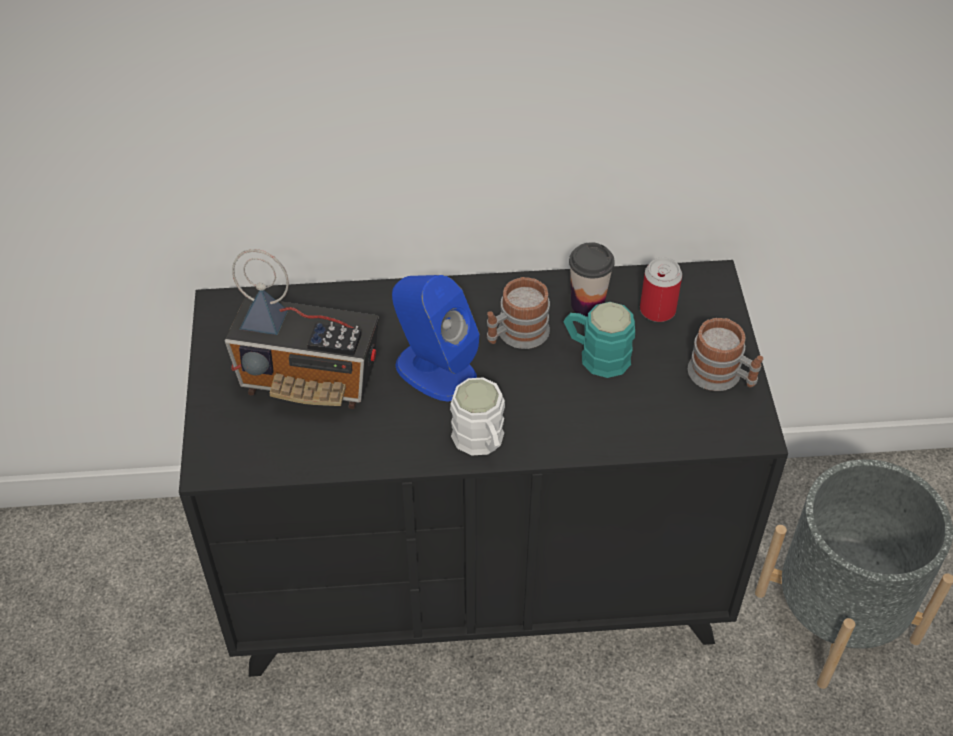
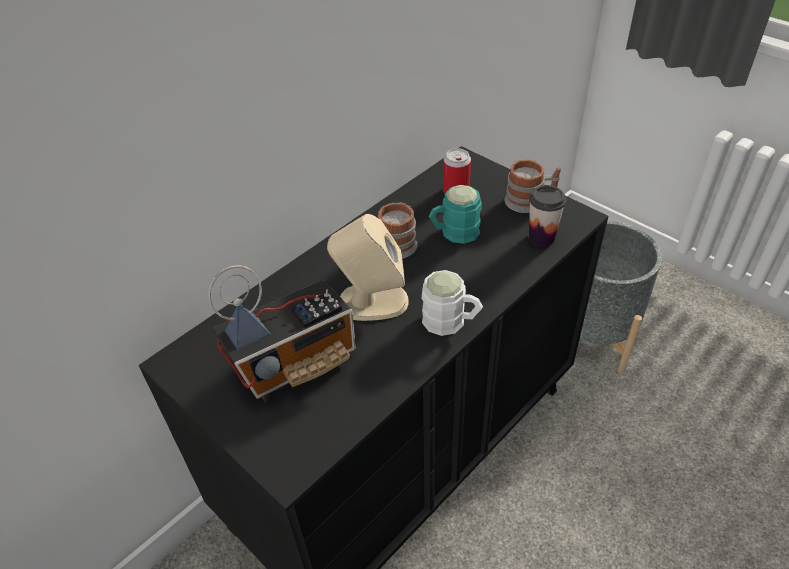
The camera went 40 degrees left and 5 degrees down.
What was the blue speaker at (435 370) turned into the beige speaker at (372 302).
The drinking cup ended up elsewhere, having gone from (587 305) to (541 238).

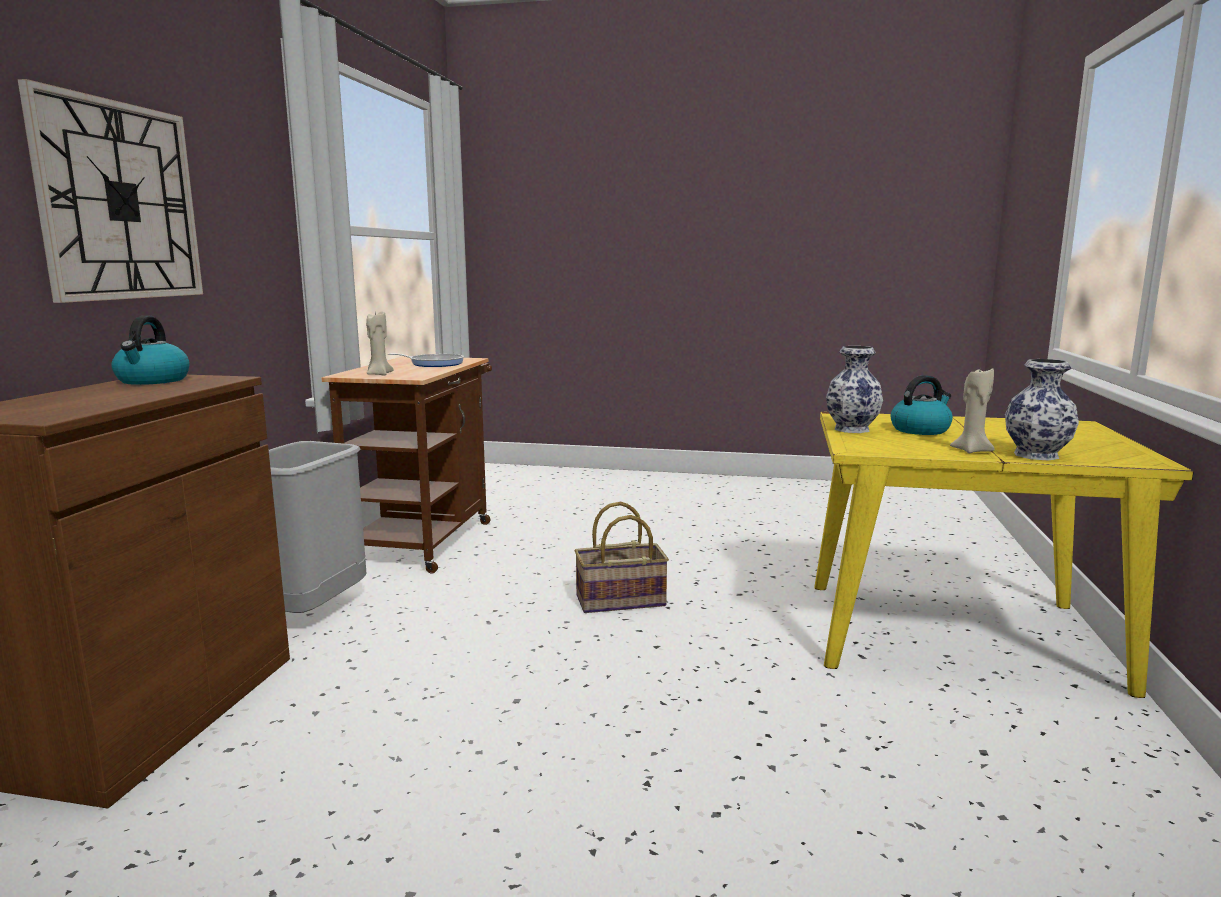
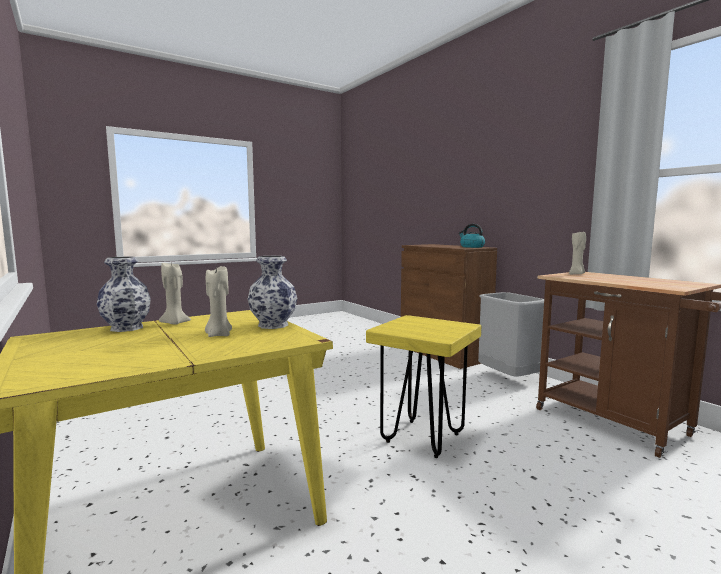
The camera went 135 degrees right and 5 degrees down.
Where the water kettle stood at (920 430), the beige wax light came to stand at (218 335).
Where the storage basket stood at (620 601), the yellowish stool came to stand at (422 438).
The second view lost the wall clock at (119 201).
The second view lost the pan at (434 364).

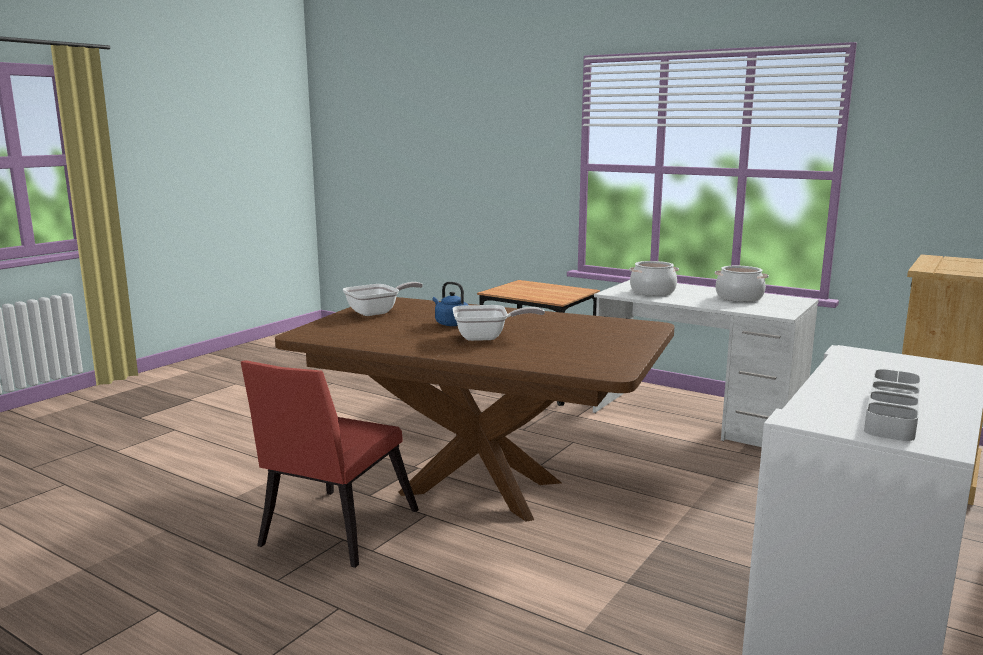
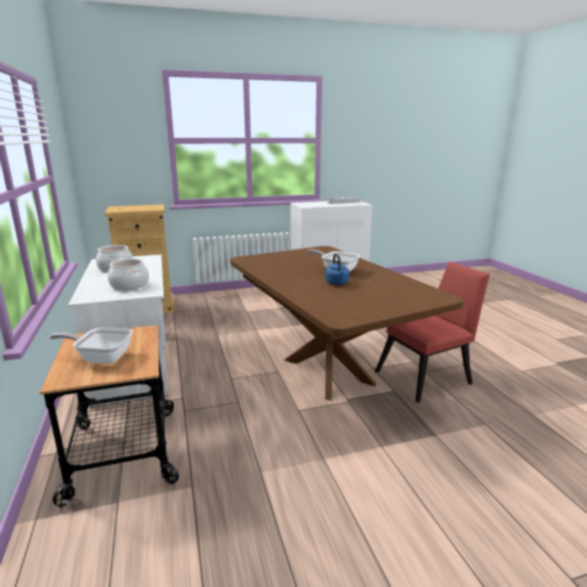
The camera went 140 degrees left and 5 degrees up.
The pan ended up elsewhere, having gone from (377 312) to (101 358).

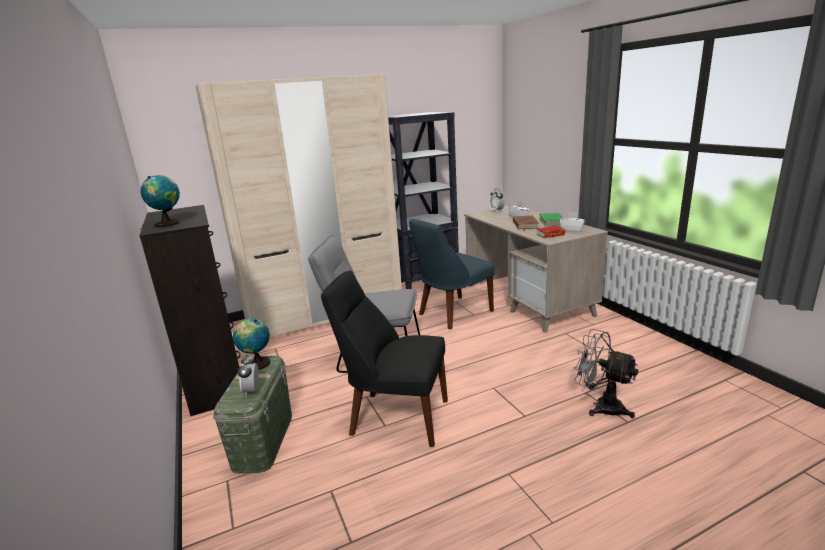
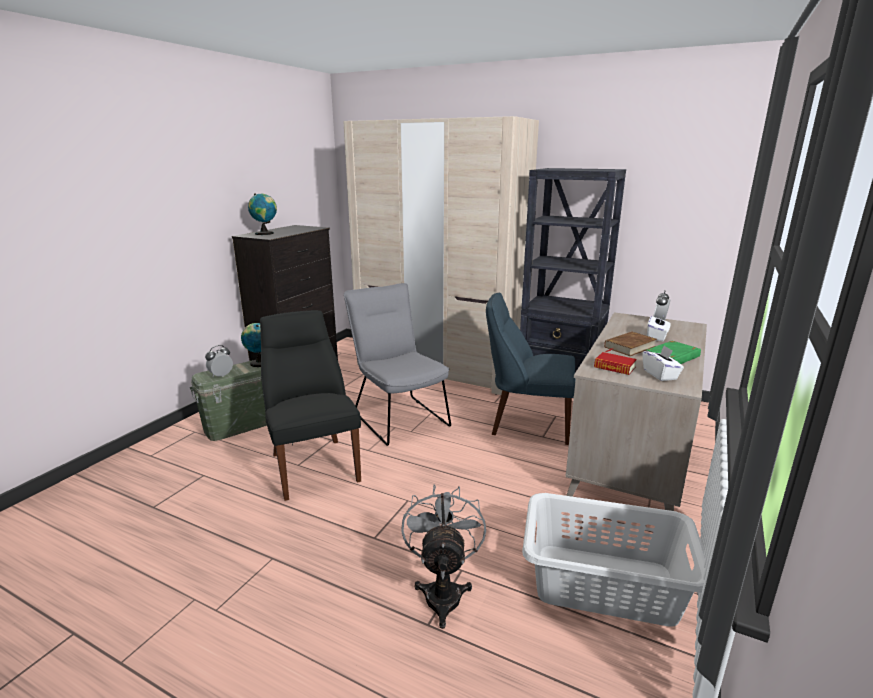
The camera went 50 degrees right and 0 degrees up.
The second view gained the gray laundry basket at (605 584).

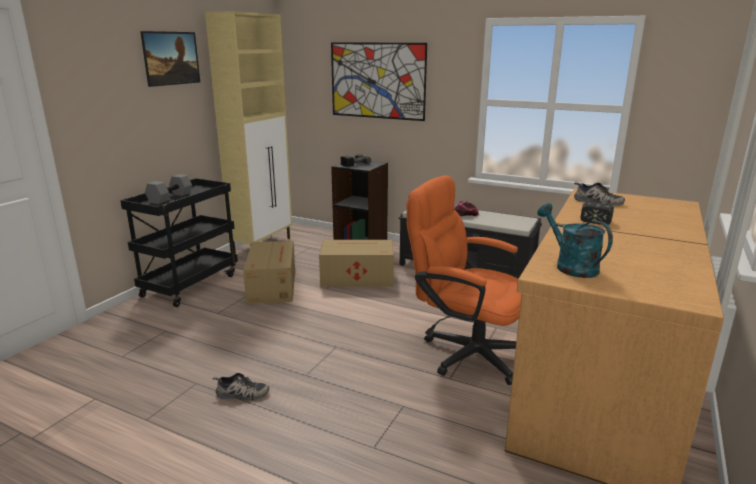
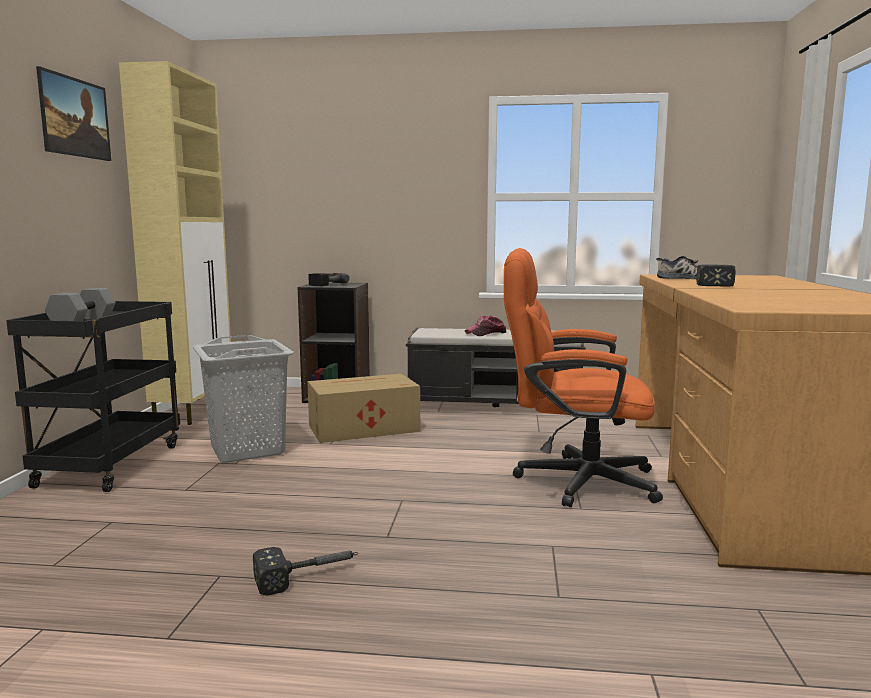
The camera went 20 degrees left and 10 degrees down.
Where the packing box stood at (273 285), the gray laundry basket came to stand at (248 449).
Where the shoe stood at (241 394), the hand hammer came to stand at (309 575).
The second view lost the picture at (377 81).
The second view lost the turquoise-coloured watering can at (570 266).

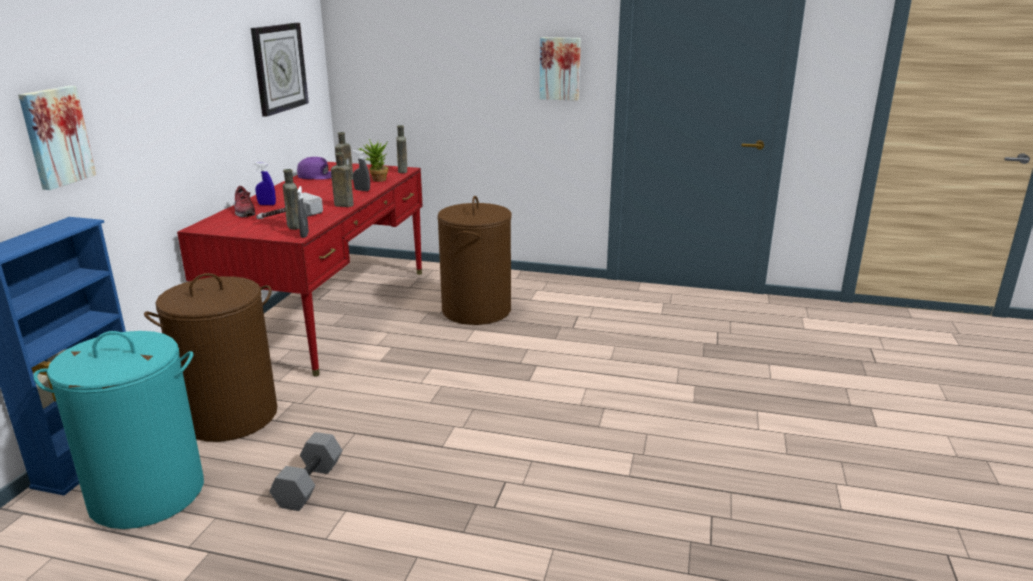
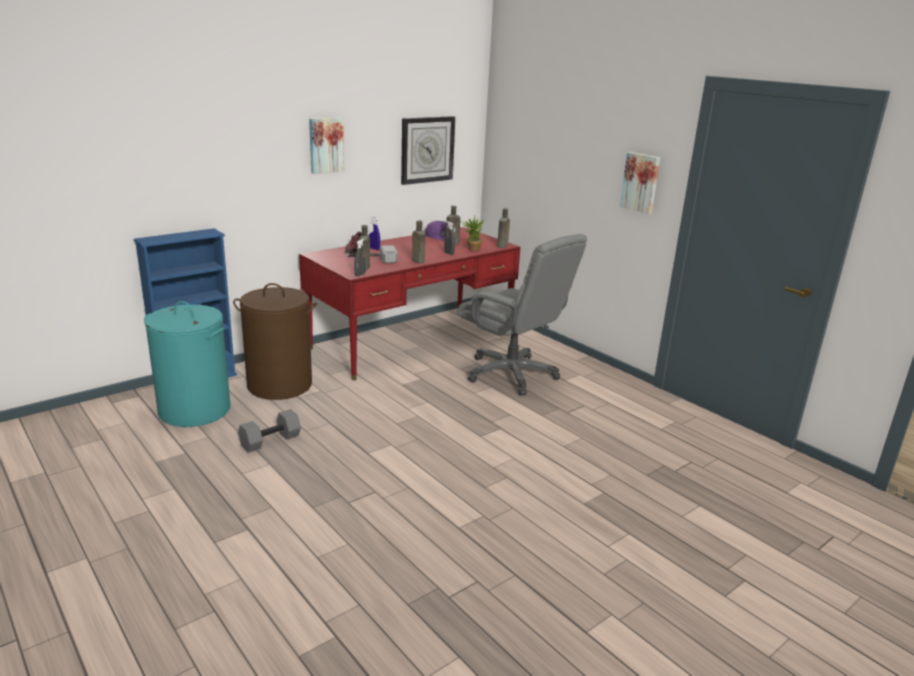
The camera went 35 degrees right and 0 degrees up.
The picture ended up elsewhere, having gone from (55 137) to (325 145).
Where the brownish laundry basket stood at (477 310), the gray office chair came to stand at (512 374).

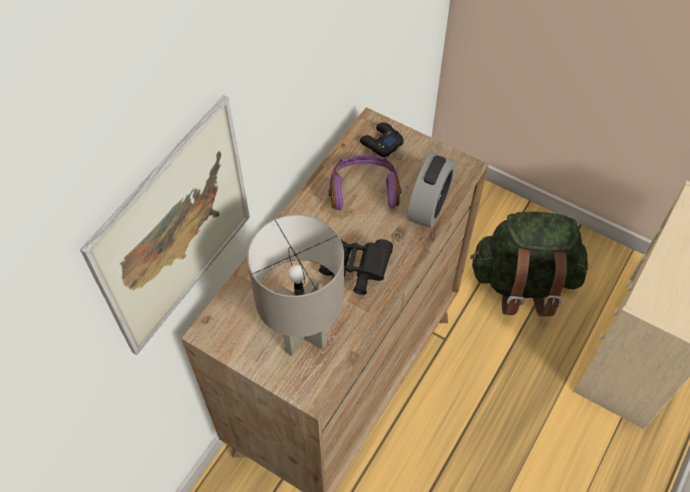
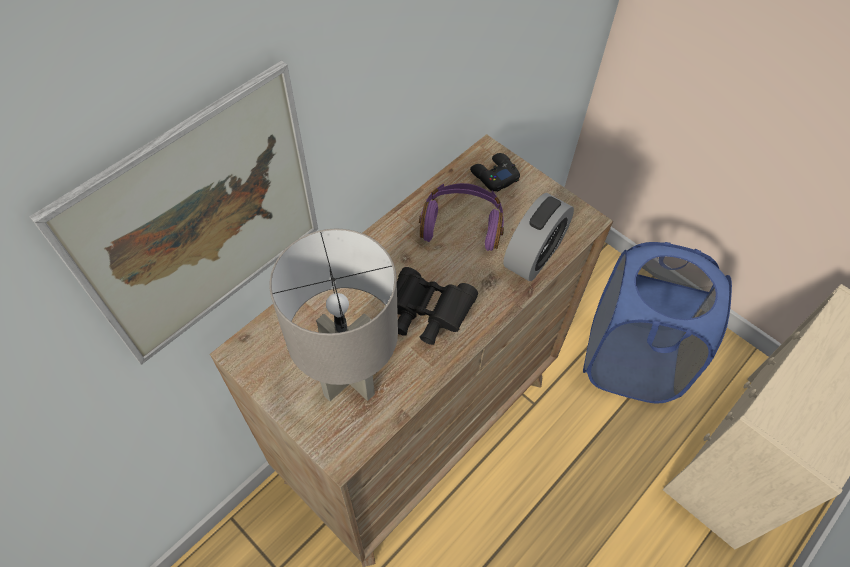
The camera went 10 degrees right and 0 degrees up.
Where the greenish knapsack stood at (523 283), the blue laundry basket came to stand at (630 360).

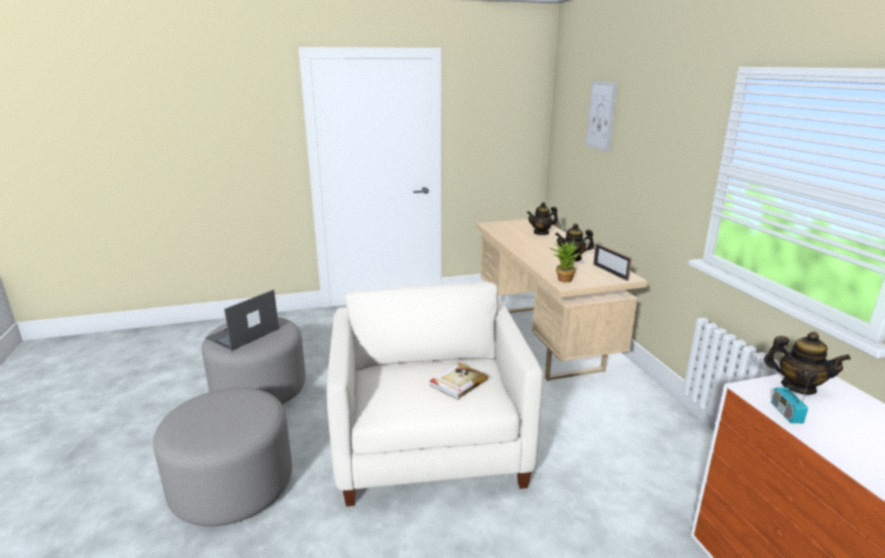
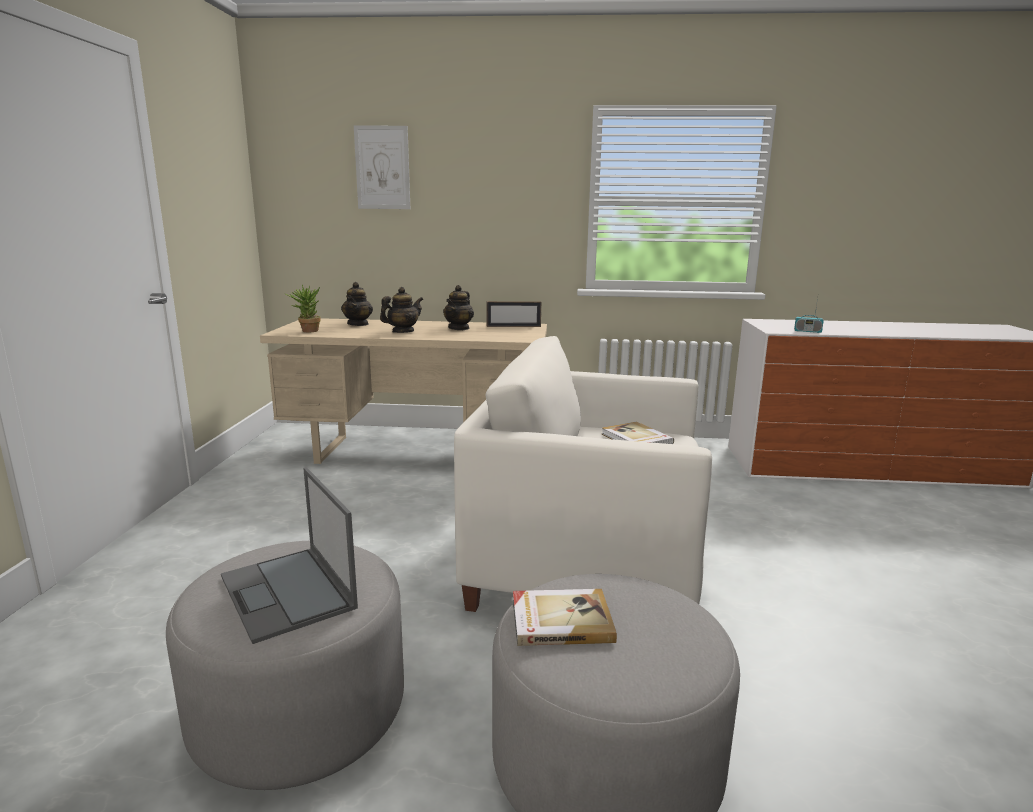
The camera went 70 degrees left and 5 degrees down.
The potted plant ended up elsewhere, having gone from (562 279) to (306 331).
The teapot ended up elsewhere, having gone from (798 387) to (402 332).
The second view gained the bound book at (560 620).

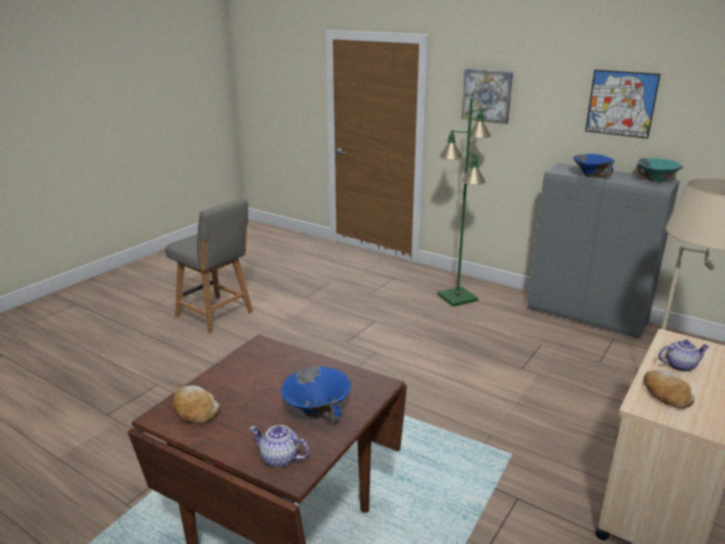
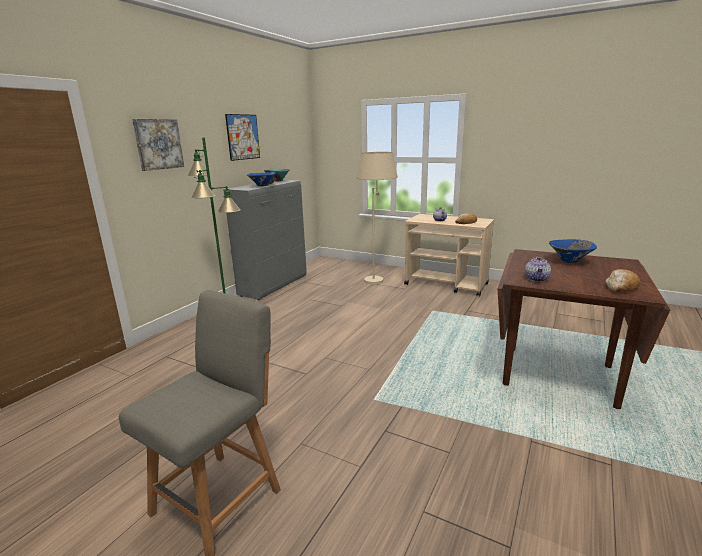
The camera went 95 degrees left and 5 degrees down.
The teapot ended up elsewhere, having gone from (279 458) to (537 279).

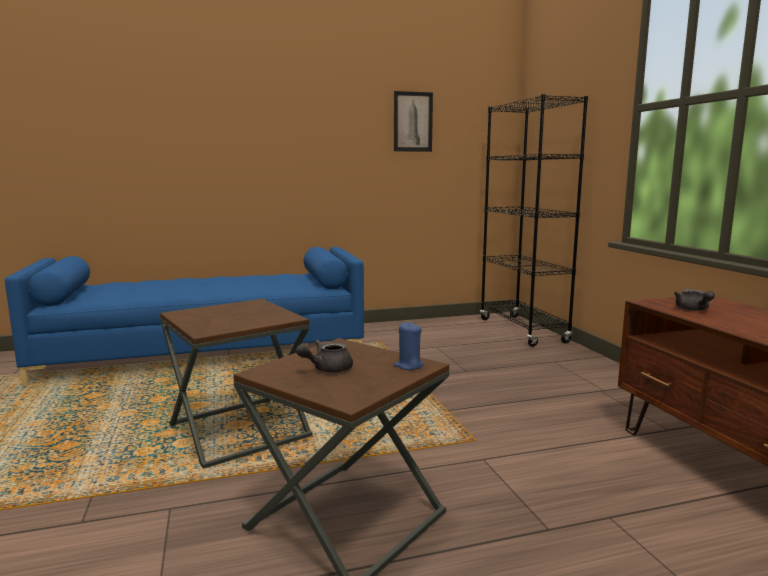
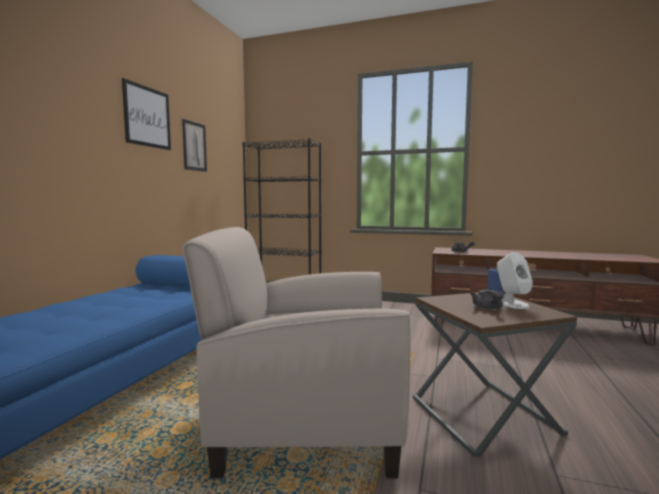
The camera went 55 degrees left and 5 degrees down.
The second view gained the picture at (147 117).
Where the brownish end table stood at (239 430), the beige easy chair came to stand at (305 421).
The second view gained the white speaker at (511 303).

